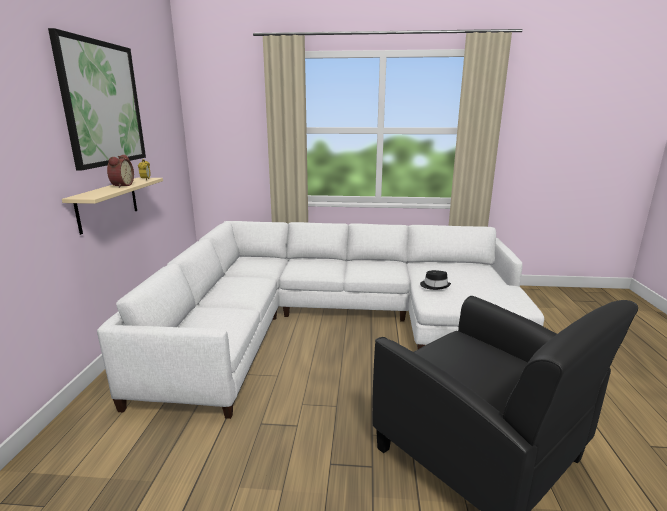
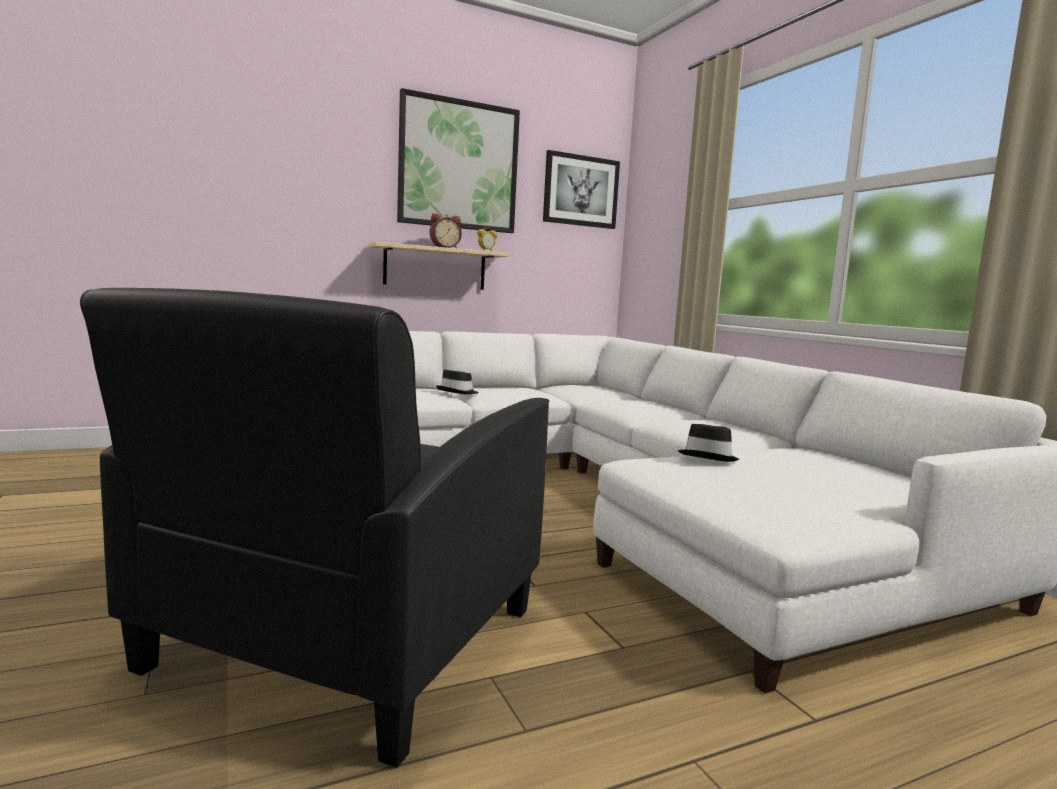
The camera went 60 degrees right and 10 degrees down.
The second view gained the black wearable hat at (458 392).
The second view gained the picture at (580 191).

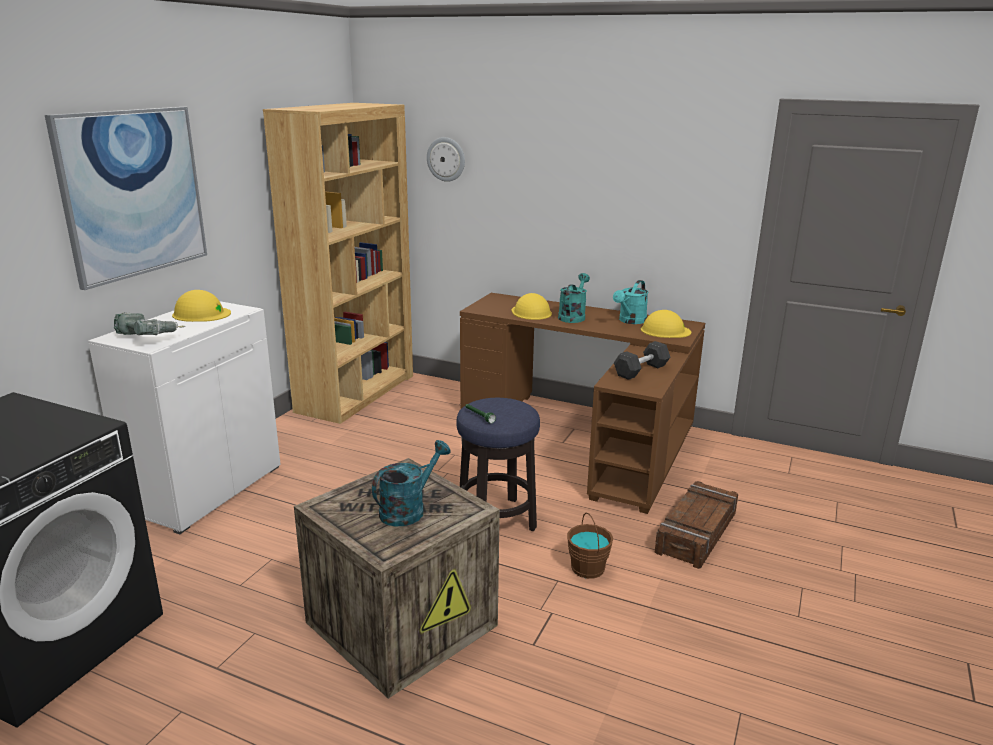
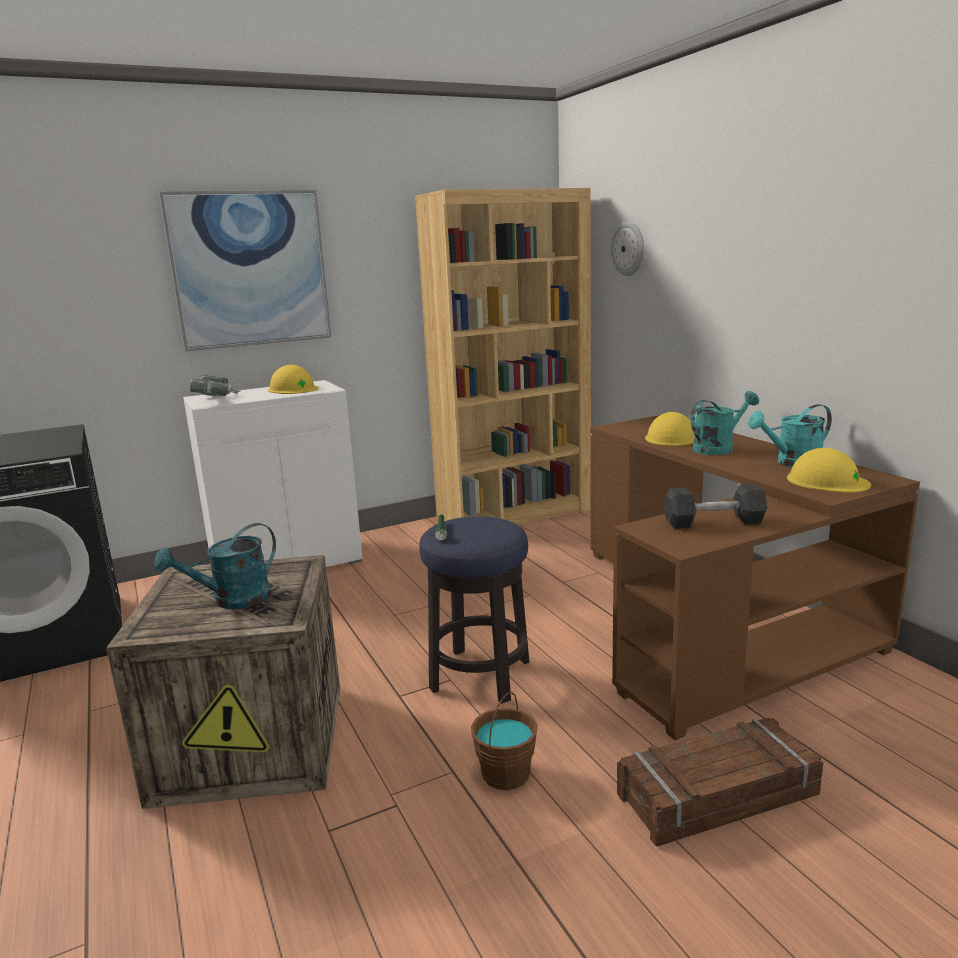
The camera went 40 degrees right and 5 degrees down.
The turquoise-coloured watering can at (408 509) ended up facing another way, 150 degrees clockwise from before.

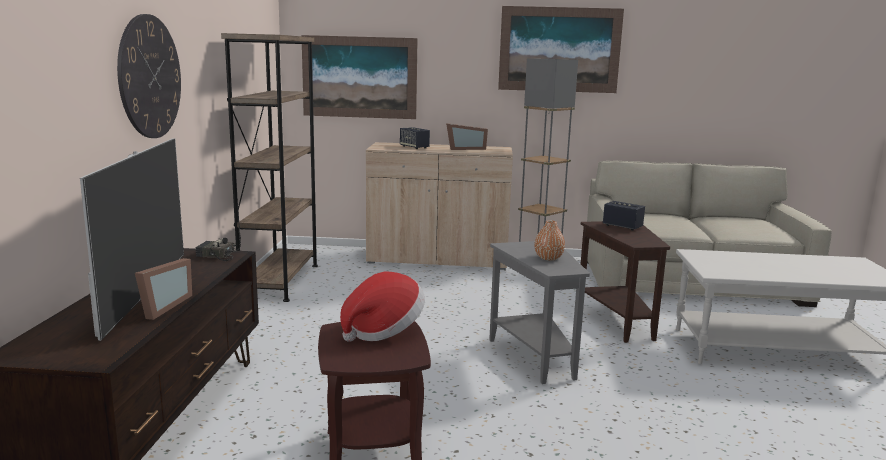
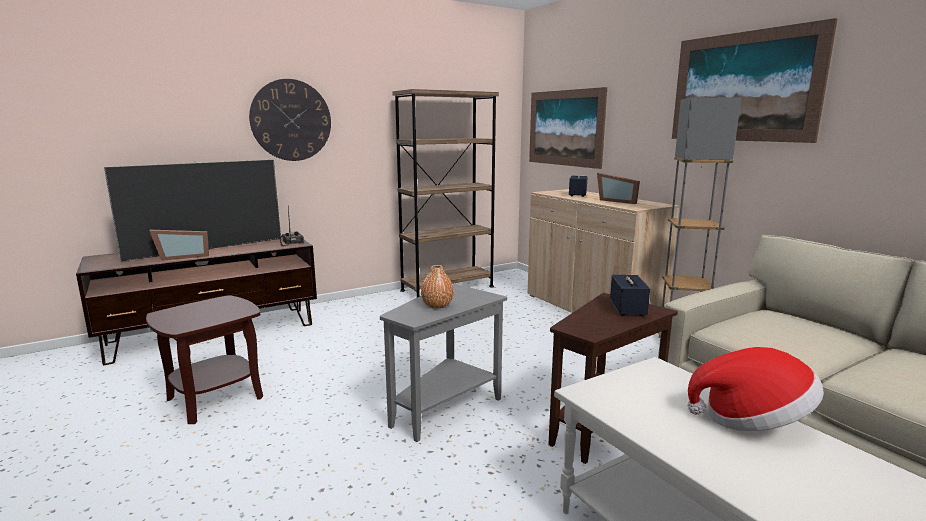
The camera went 55 degrees right and 0 degrees up.
The wearable hat ended up elsewhere, having gone from (383 330) to (752 420).

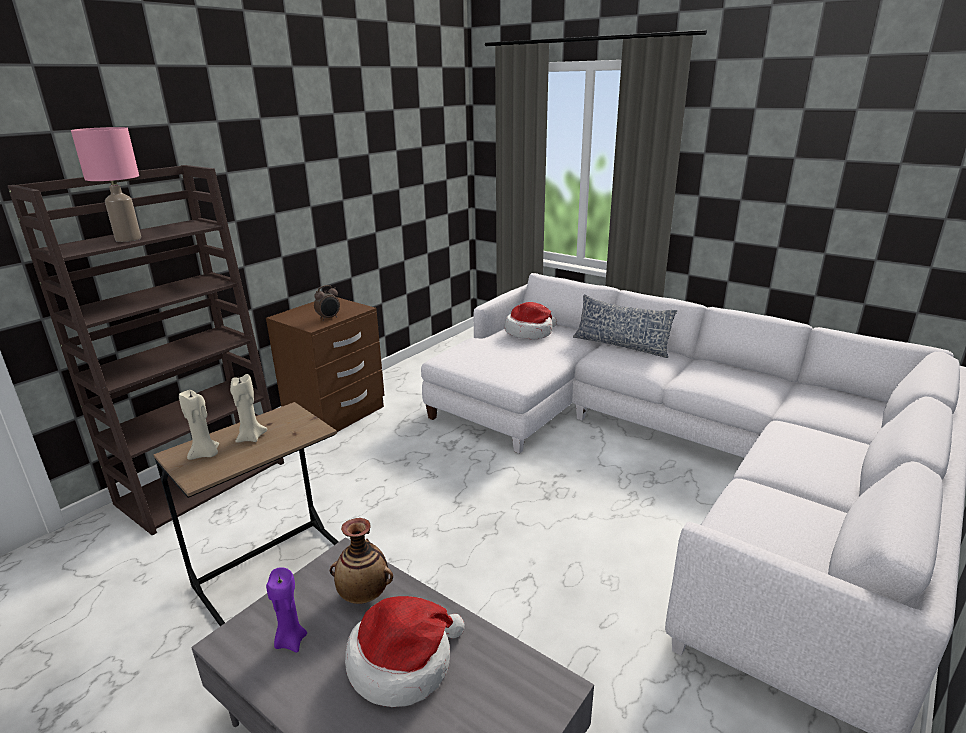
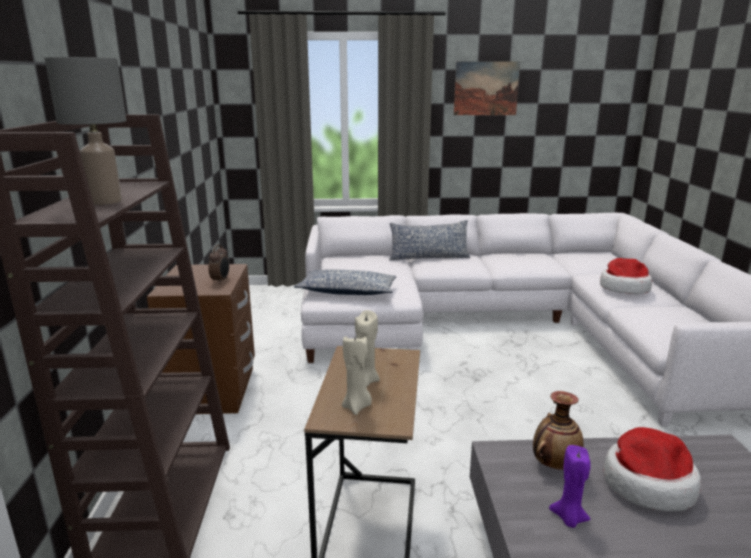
The camera went 40 degrees left and 5 degrees down.
What was the pinkish table lamp at (127 239) turned into the gray table lamp at (105 202).
The second view gained the cushion at (347 292).
The second view gained the picture at (486 88).
The wearable hat ended up elsewhere, having gone from (530 332) to (623 288).

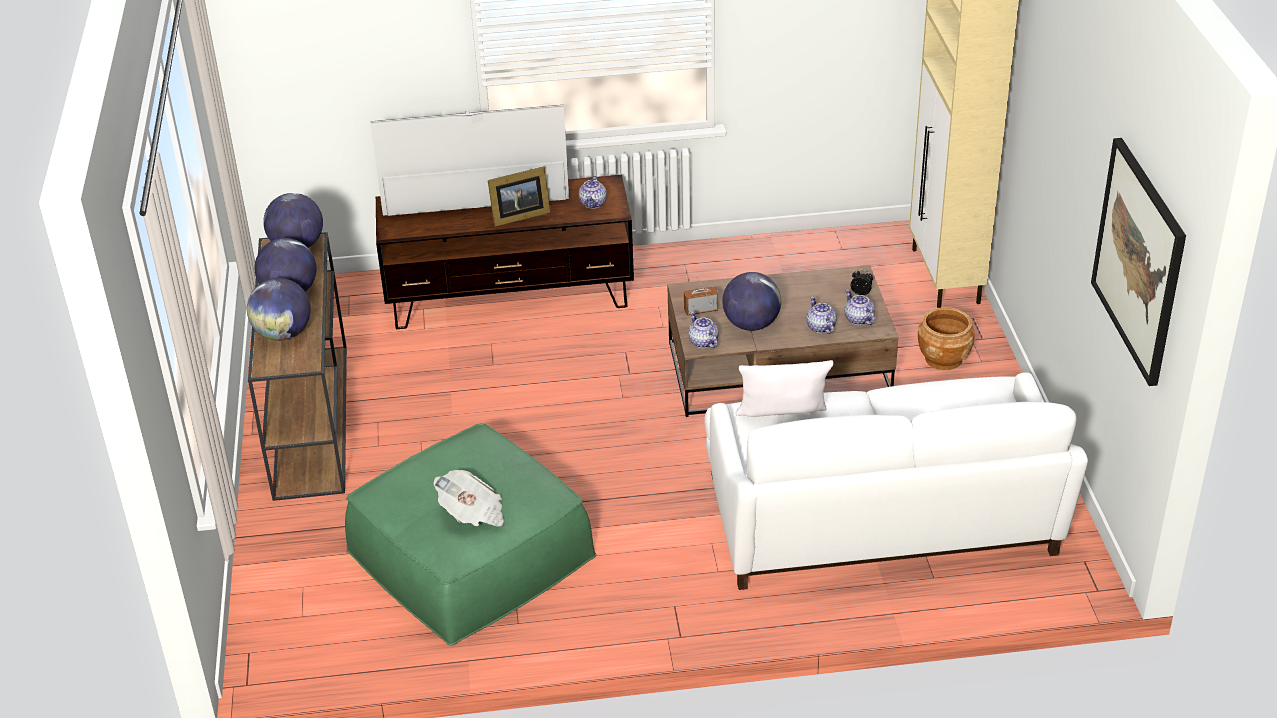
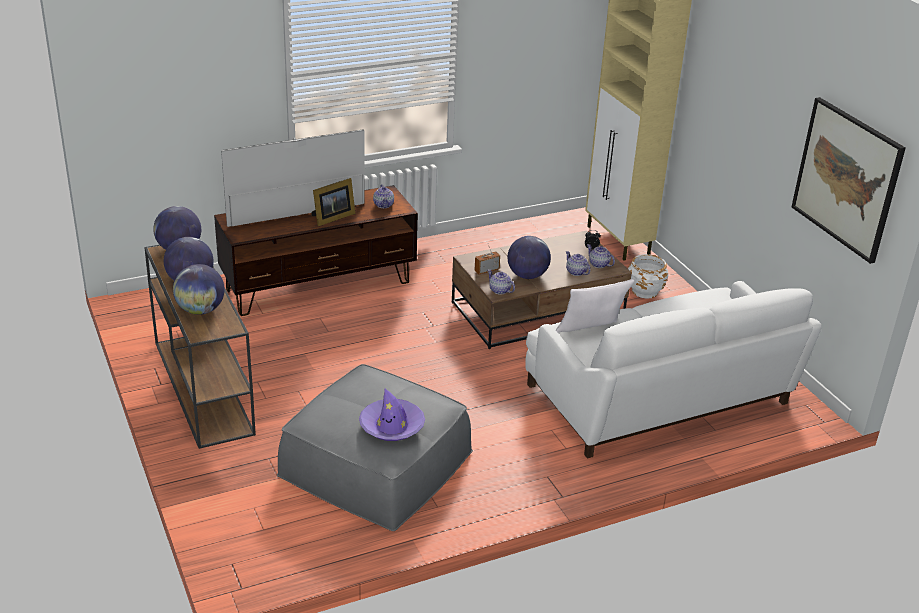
The camera went 20 degrees left and 5 degrees down.
What was the greenish ottoman at (470 553) turned into the gray ottoman at (376 463).
Where the printed paper stood at (472 514), the purplish wearable hat came to stand at (392 426).
What was the brownish plant pot at (943 359) turned into the white plant pot at (644 291).

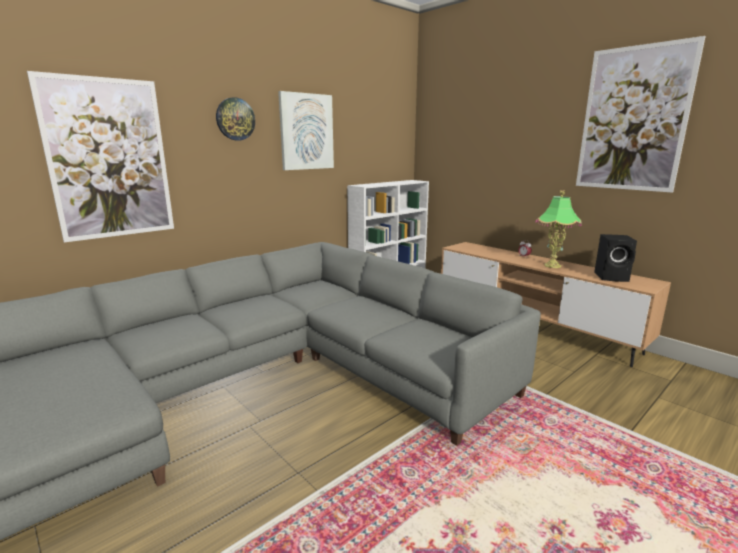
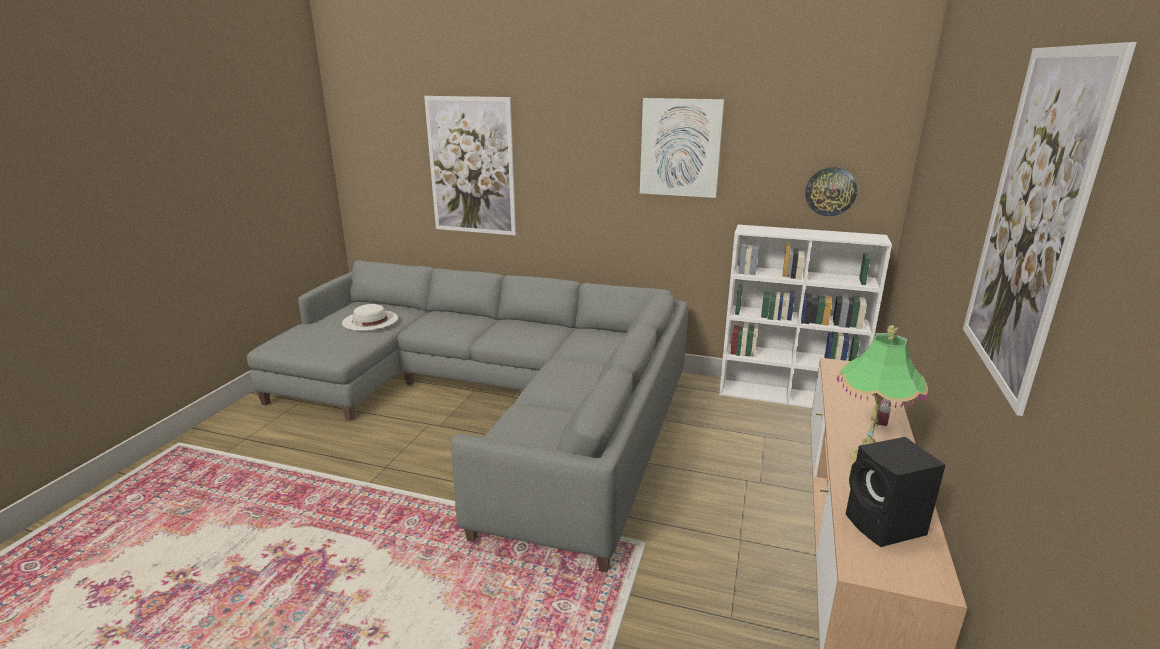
The camera went 60 degrees right and 5 degrees up.
The second view gained the white wearable hat at (370 320).
The wall clock ended up elsewhere, having gone from (235 119) to (830 191).

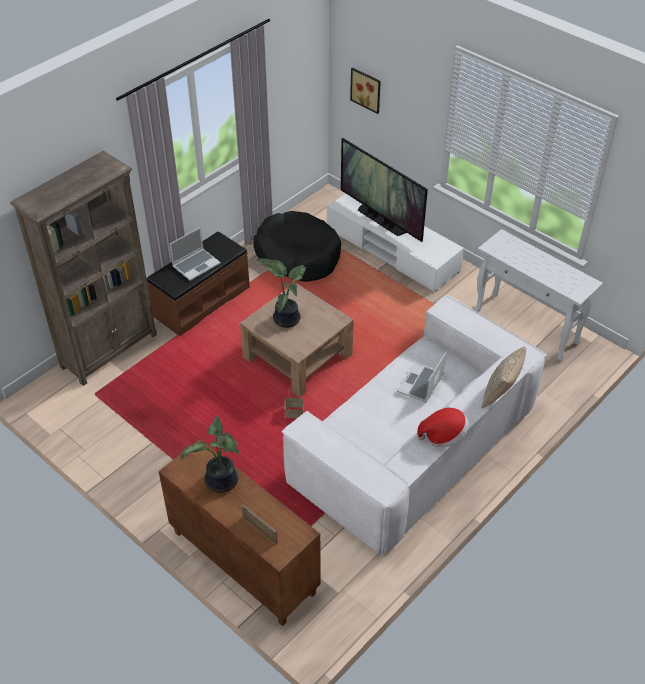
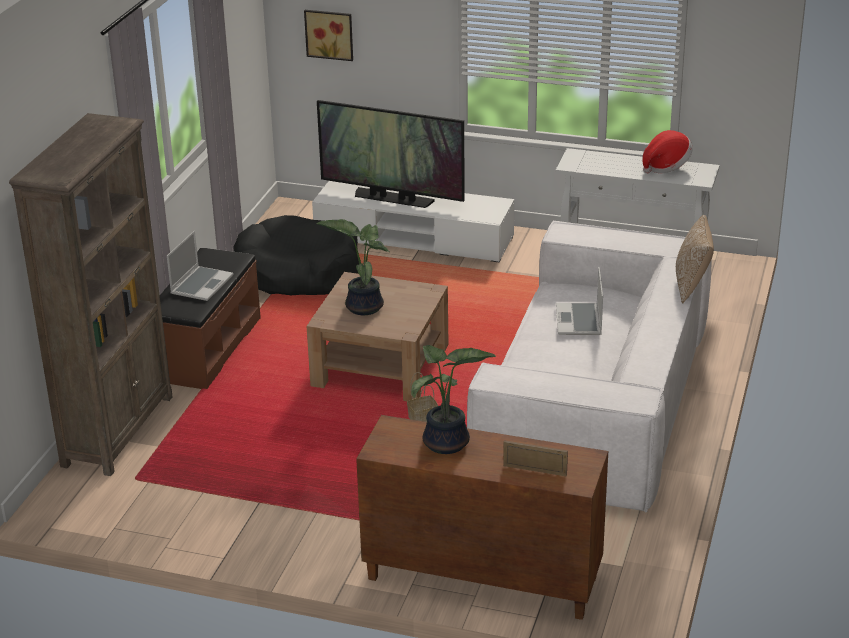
The camera went 25 degrees left and 15 degrees down.
The wearable hat ended up elsewhere, having gone from (443 435) to (666 166).

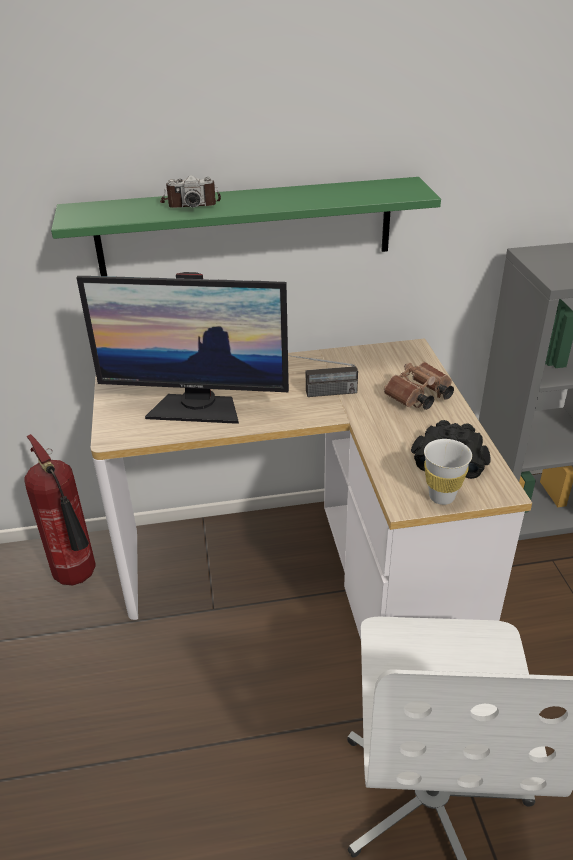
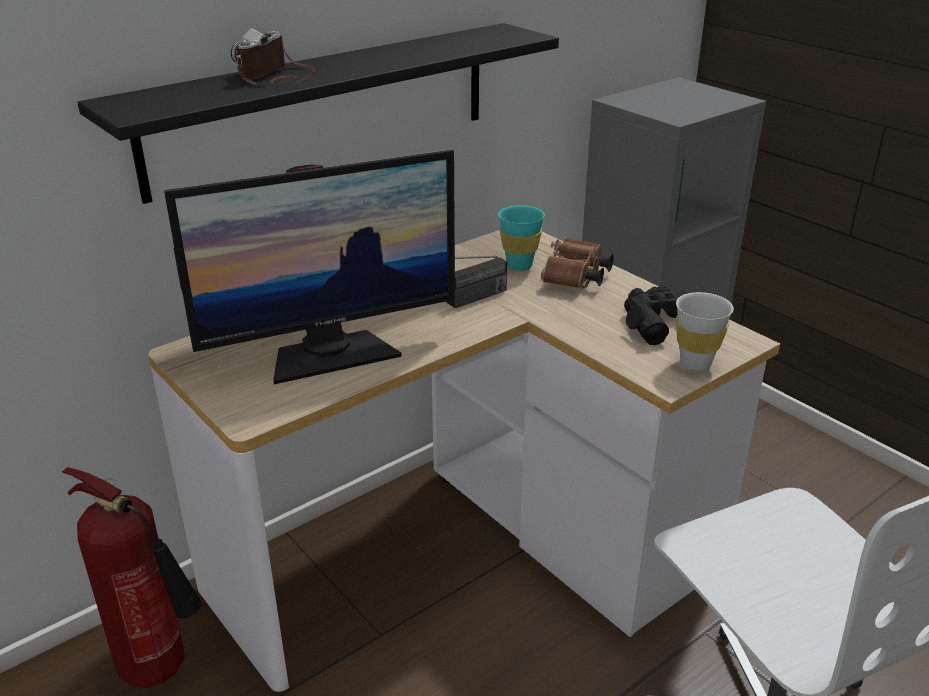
The camera went 30 degrees left and 5 degrees down.
What was the greenish bracket shelf at (245 227) turned into the black bracket shelf at (324 107).
The still camera at (190 204) ended up facing another way, 150 degrees clockwise from before.
The second view gained the turquoise-coloured drinking cup at (519 265).

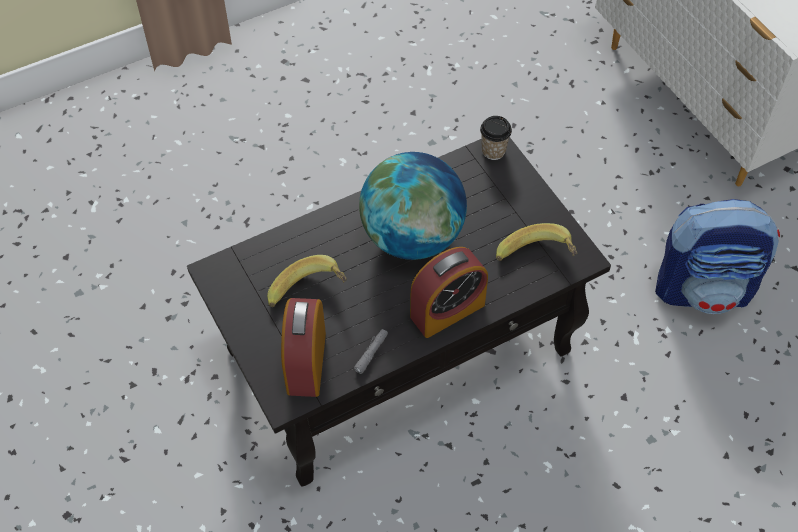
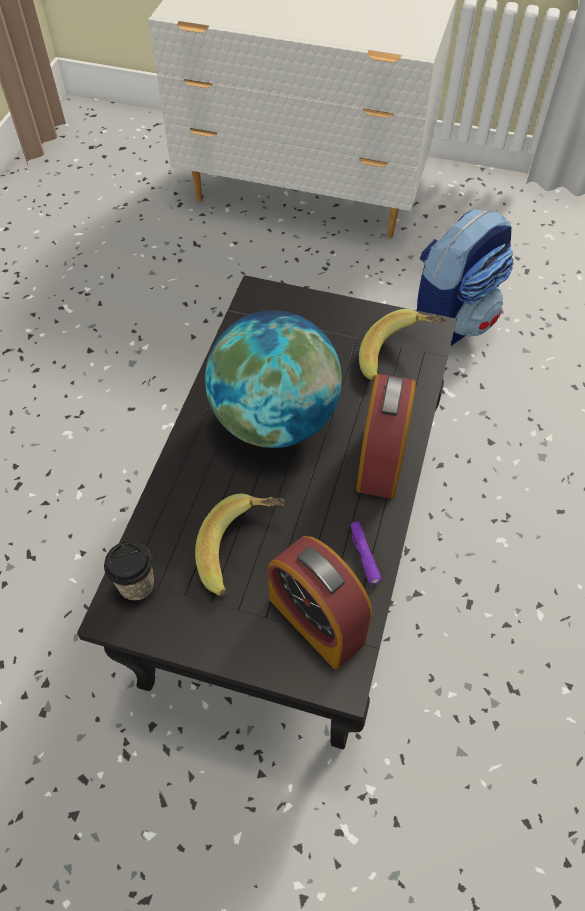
The camera went 45 degrees left and 0 degrees up.
The drinking cup ended up elsewhere, having gone from (493 151) to (136 584).
What was the gray torch at (371 353) turned into the purplish torch at (364 555).

